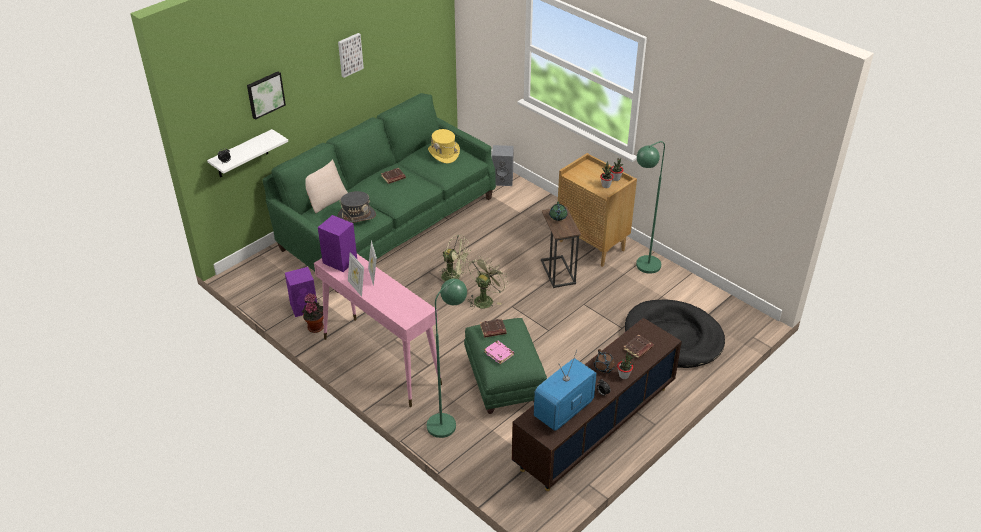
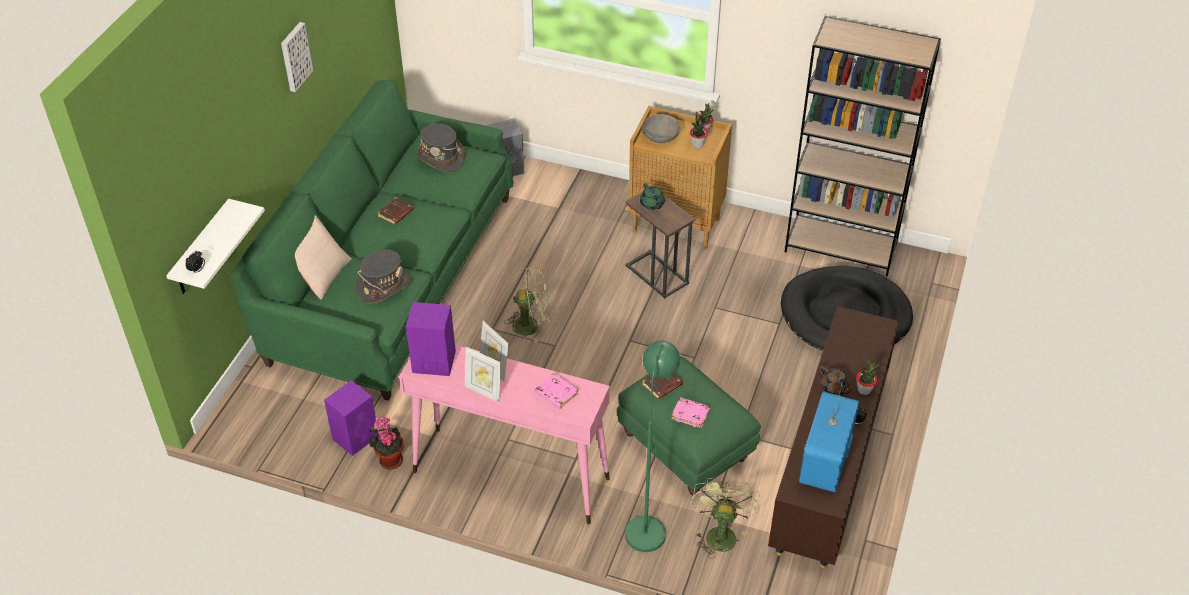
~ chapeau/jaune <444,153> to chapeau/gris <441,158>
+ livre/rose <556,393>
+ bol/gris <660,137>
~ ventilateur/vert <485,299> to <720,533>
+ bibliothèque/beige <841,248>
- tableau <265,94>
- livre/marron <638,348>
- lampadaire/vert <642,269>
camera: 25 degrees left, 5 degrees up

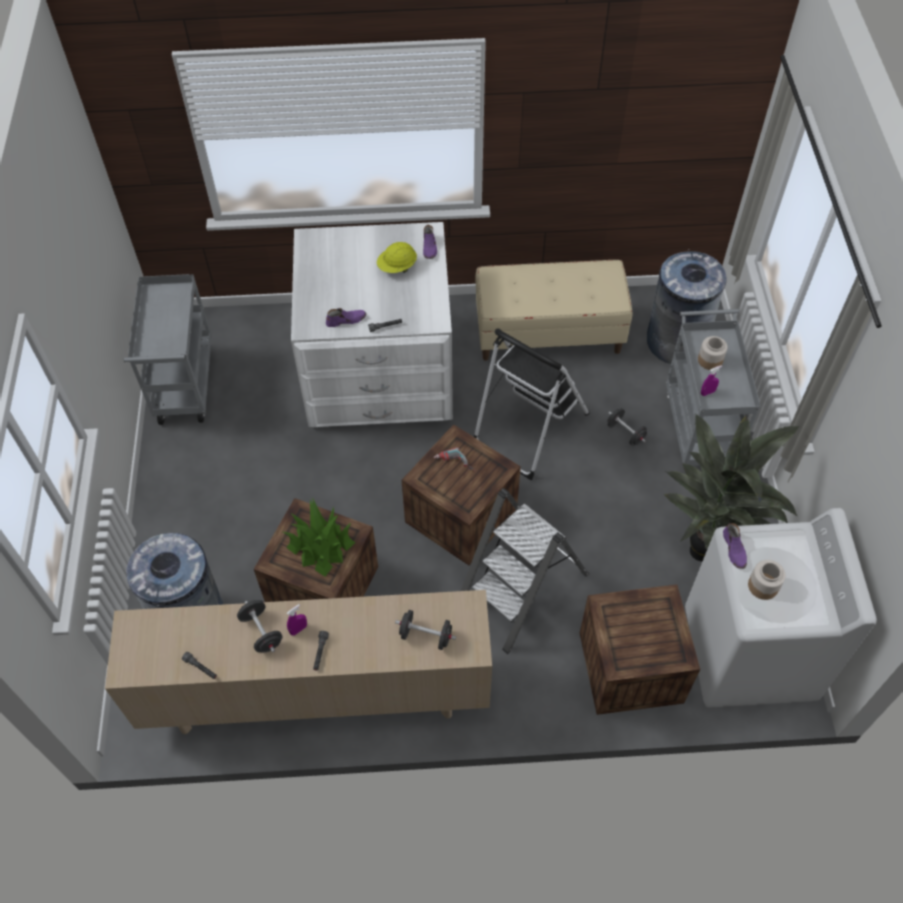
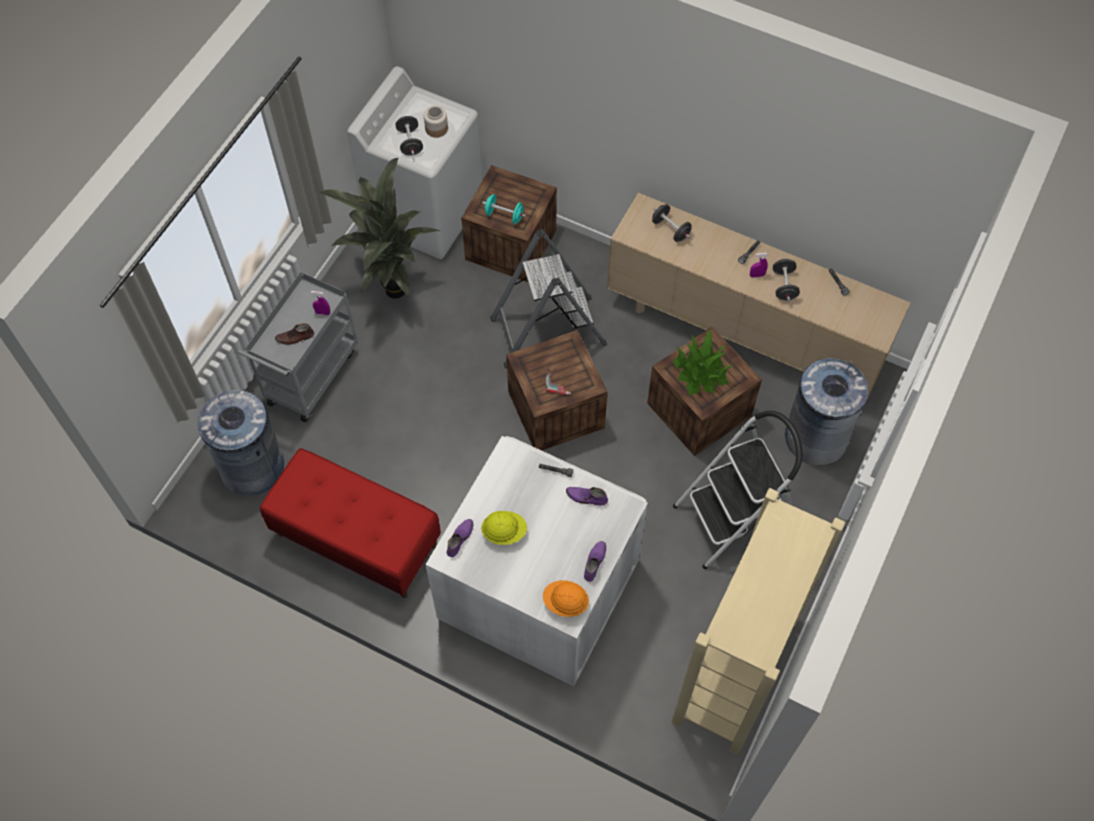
~ banc/beige <548,333> to banc/rouge <356,540>
~ bocal <709,360> to chaussure/marron <295,337>
~ haltère/noir <625,433> to <410,143>
+ haltère/turquoise <504,215>
+ casque de chantier/orange <565,603>
~ chaussure/violet <734,549> to <594,562>
~ chariot/gris <185,388> to bibliothèque/beige <736,670>
~ escabeau <528,430> to <738,519>
camera: 150 degrees left, 5 degrees up

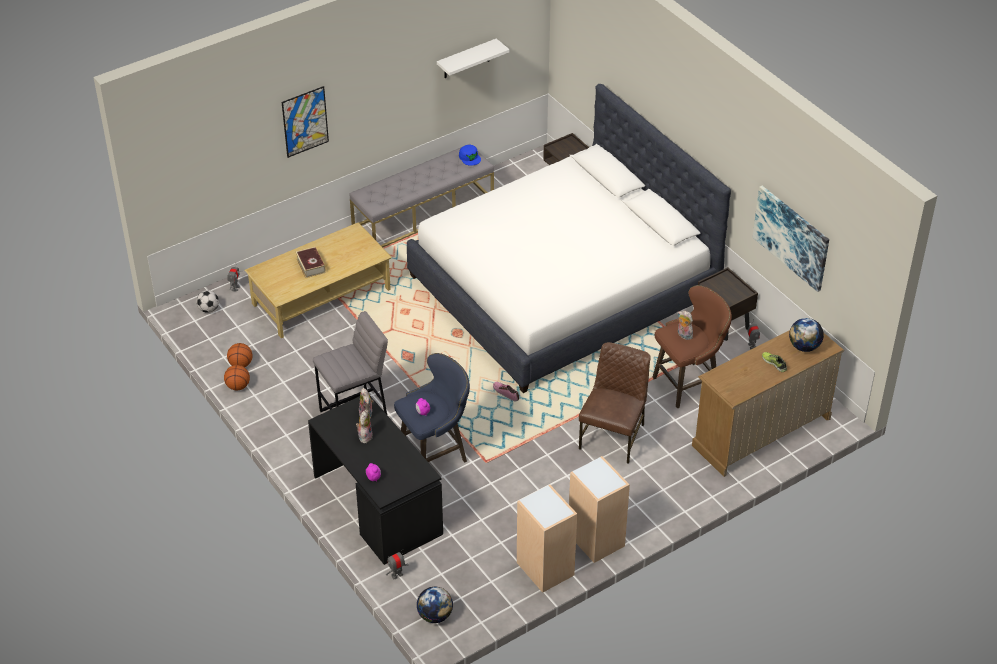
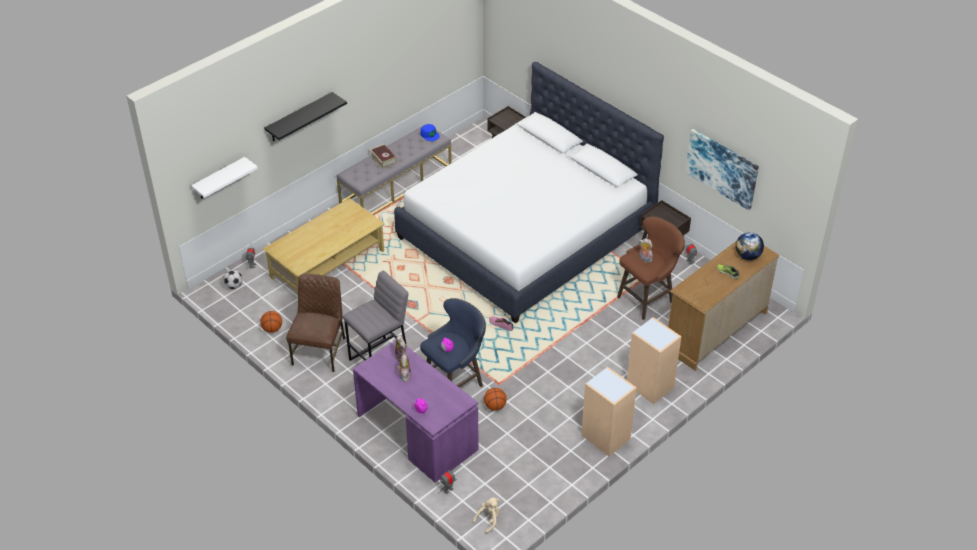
~ étagère/blanc <466,59> to <219,179>
~ tableau <305,121> to étagère/noir <299,117>
~ chaise/marron <613,436> to <320,351>
~ bureau/noir <376,505> to bureau/violet <416,433>
~ livre <311,265> to <383,159>
~ globe <435,616> to peluche/beige <488,520>
~ ballon de basket <238,386> to <495,406>
~ bibliothèque <545,569> to <650,386>
camera: 10 degrees left, 0 degrees up

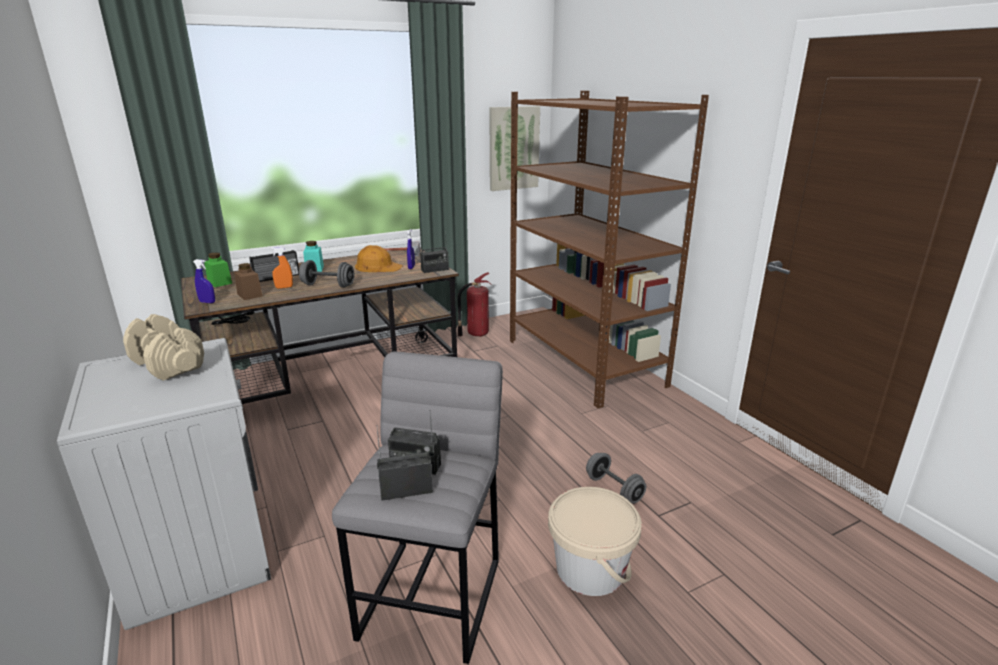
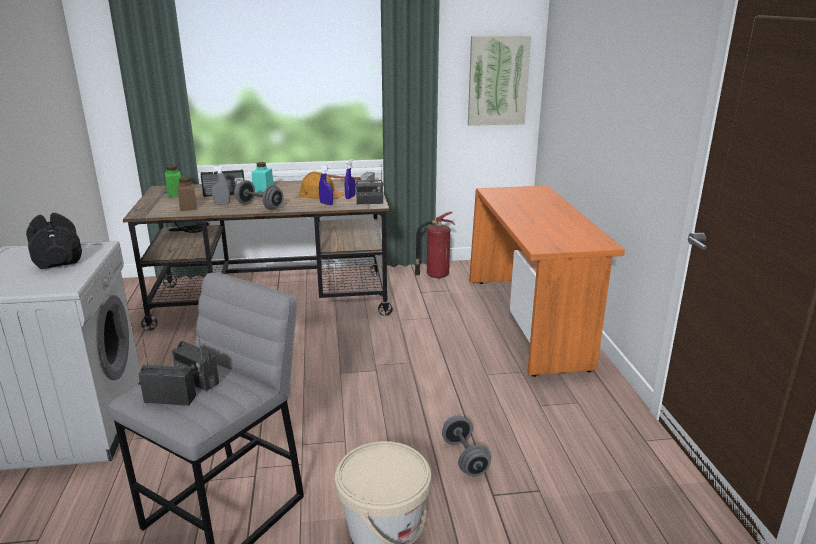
~ haltère/beige <168,364> to haltère/noir <57,257>
~ vaporisateur/orange <284,287> to vaporisateur/gris <222,203>
~ vaporisateur/bleu <207,302> to <326,204>
~ bibliothèque/marron <583,362> to bureau/orange <528,322>
camera: 20 degrees right, 0 degrees up

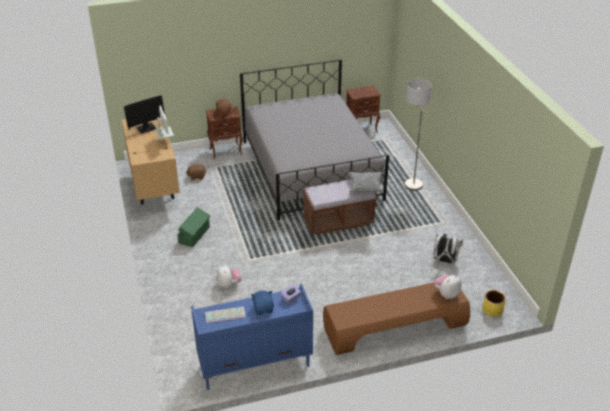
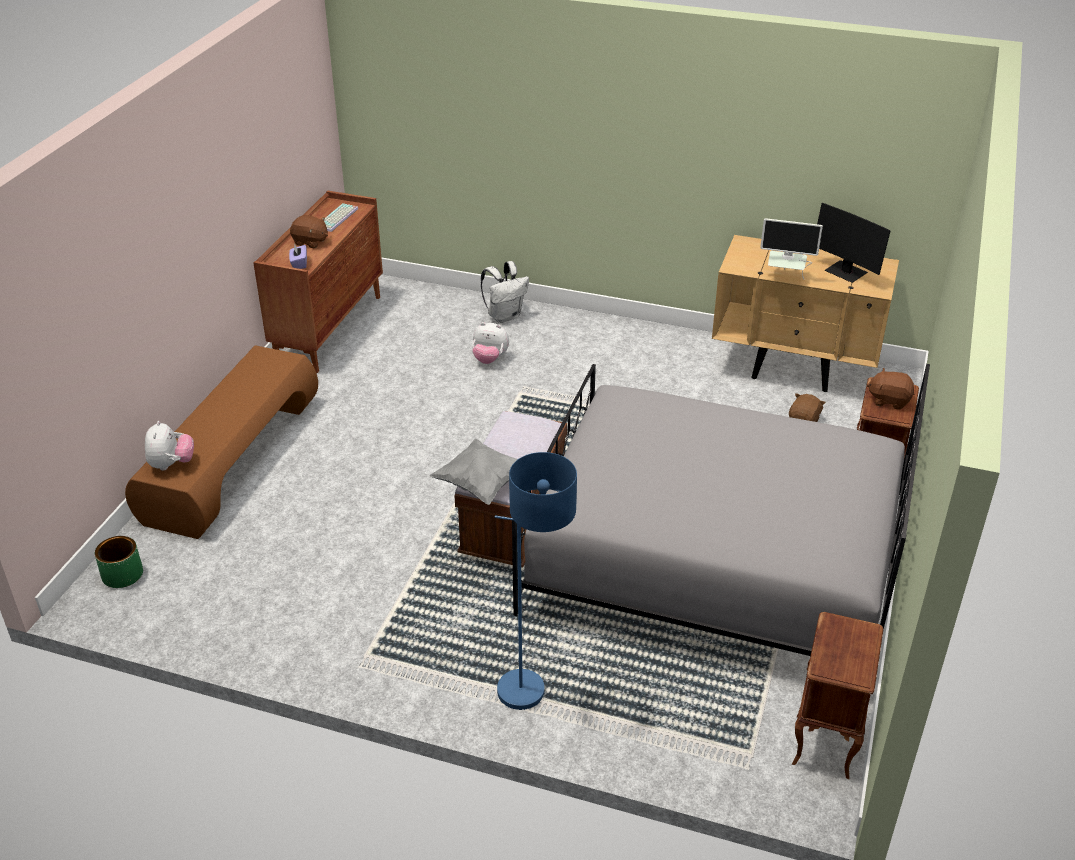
~ cache-pot/jaune <492,310> to cache-pot/vert <122,575>
~ meuble de rangement/bleu <254,365> to meuble de rangement/marron <330,329>
~ peluche/bleu <263,308> to peluche/marron <310,242>
~ sac à dos/blanc <445,260> to <505,316>
~ lampadaire/gris <411,182> to lampadaire/bleu <535,693>
~ écran d'ordinateur <146,128> = <845,272> 45 degrees counterclockwise
- boîte de rangement/vert <195,235>
camera: 125 degrees right, 0 degrees up

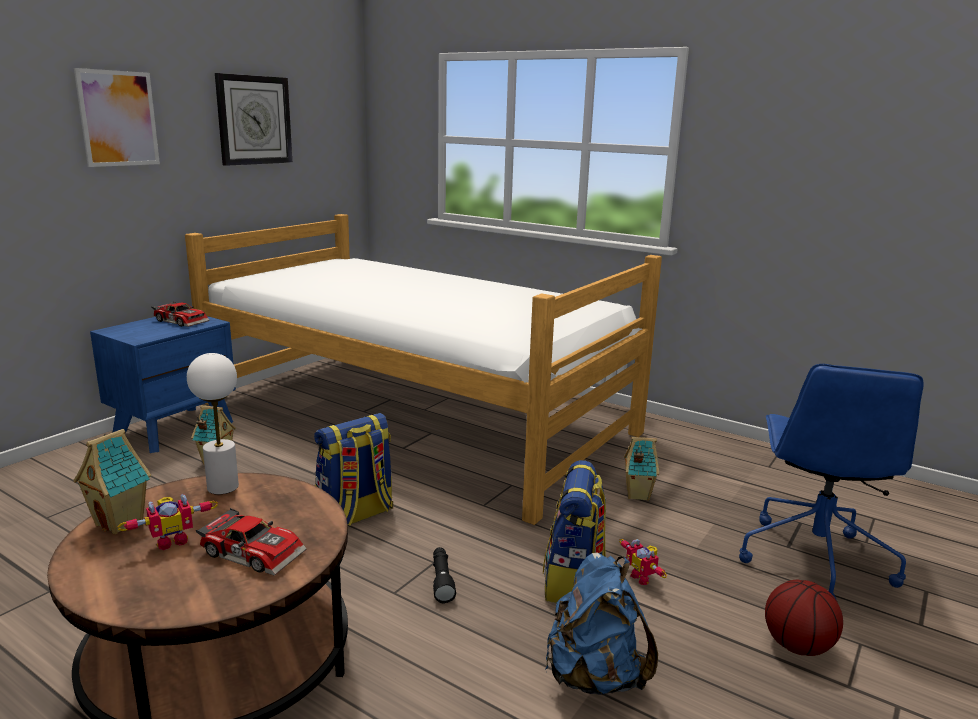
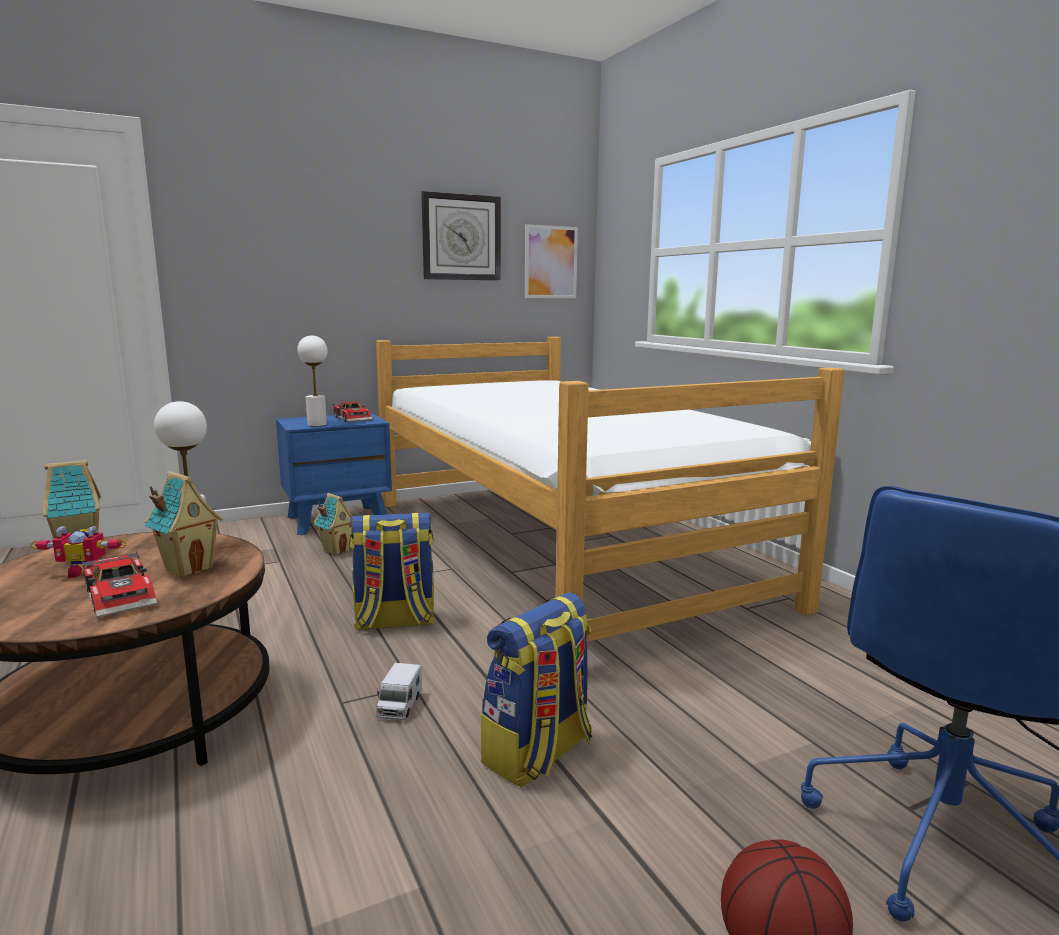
~ maison miniature <637,494> to <189,568>
+ lampe de table/blanc <317,424>
~ lampe de poche/noir <442,580> to camion jouet <399,705>
~ tableau <118,118> to <550,262>
- sac à dos/bleu <594,676>
- robot jouet <643,577>
camera: 30 degrees right, 5 degrees down

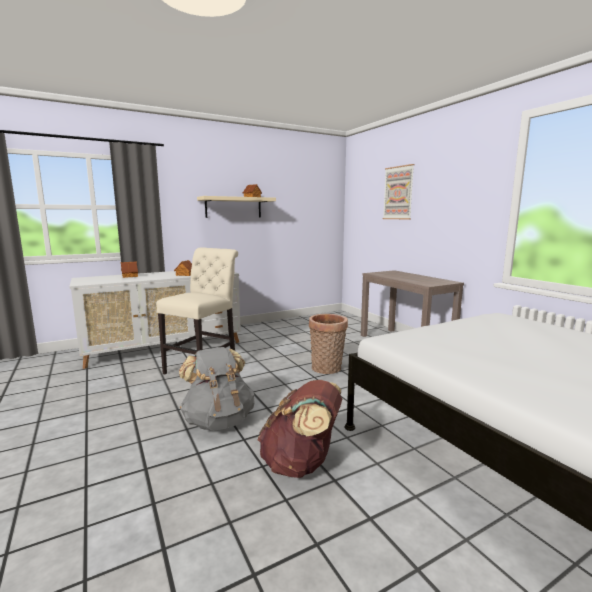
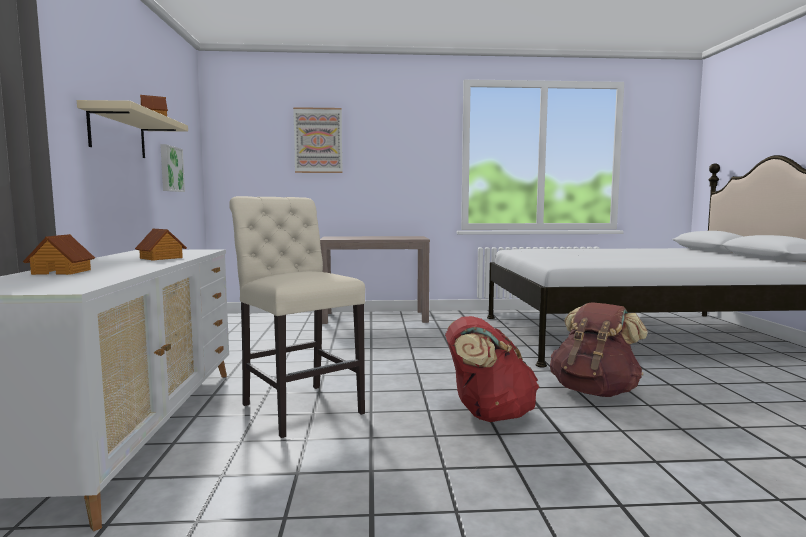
+ tableau <170,169>
~ sac à dos/gris <219,420> to sac à dos/rouge <488,414>
- panier <327,369>
camera: 65 degrees left, 5 degrees down

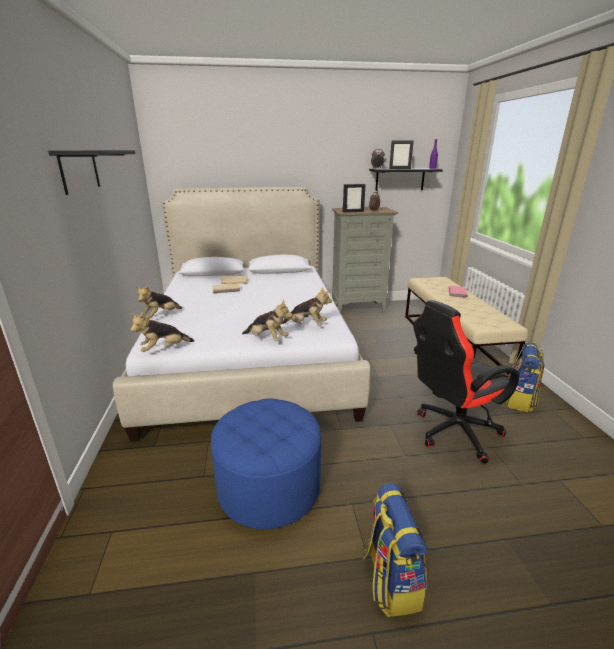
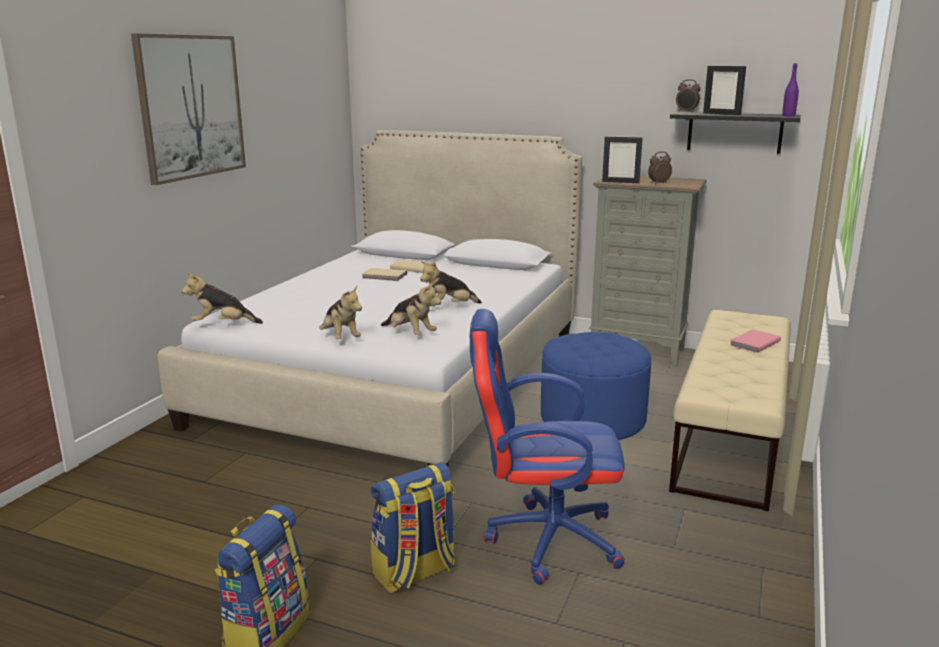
~ étagère/noir <79,170> to tableau <191,107>
~ sac à dos <519,400> to <414,572>
~ peluche <161,316> to <449,308>
~ chaise de bureau/noir <451,434> to chaise de bureau/bleu <542,540>
~ pouf/bleu <269,487> to <592,419>
camera: 30 degrees right, 5 degrees down

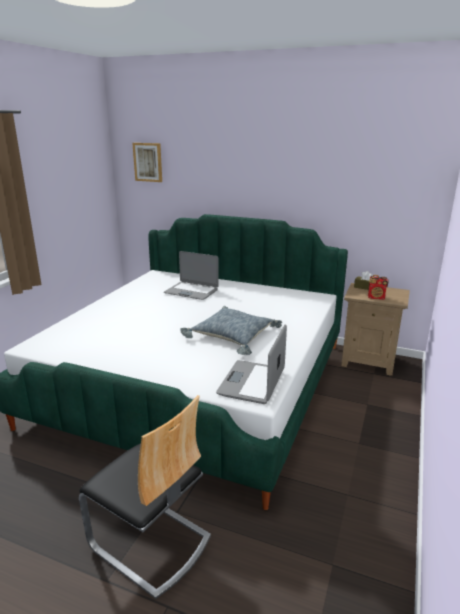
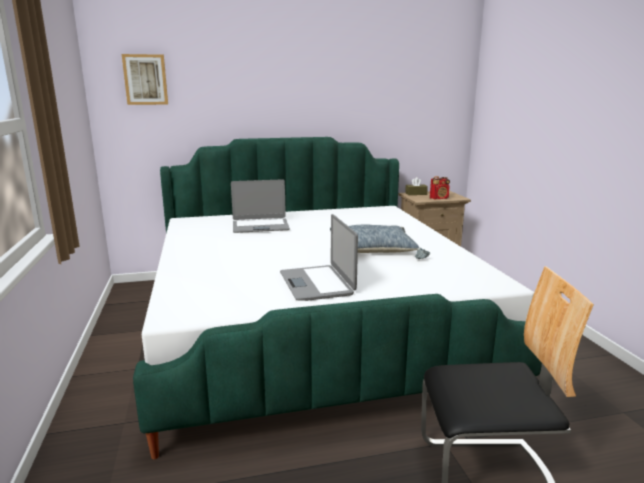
~ ordinateur portable <252,382> to <317,283>
camera: 35 degrees left, 5 degrees down

